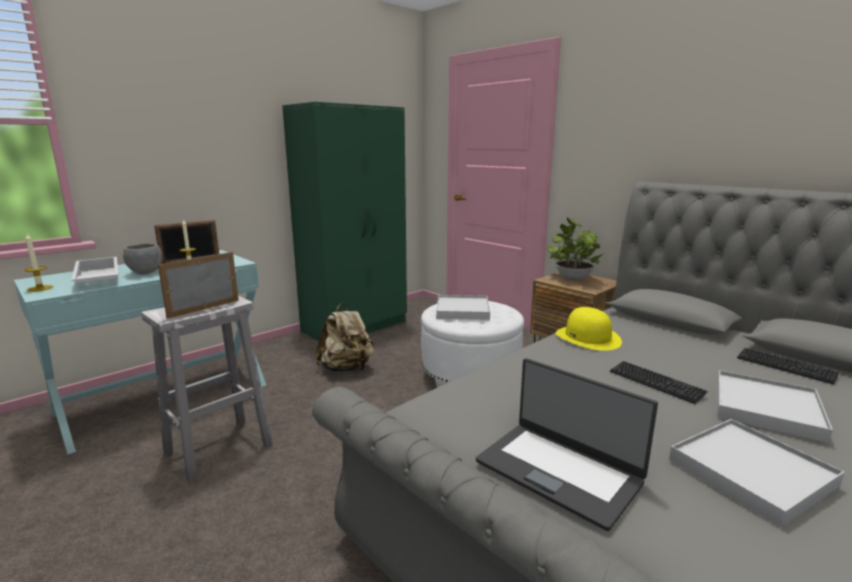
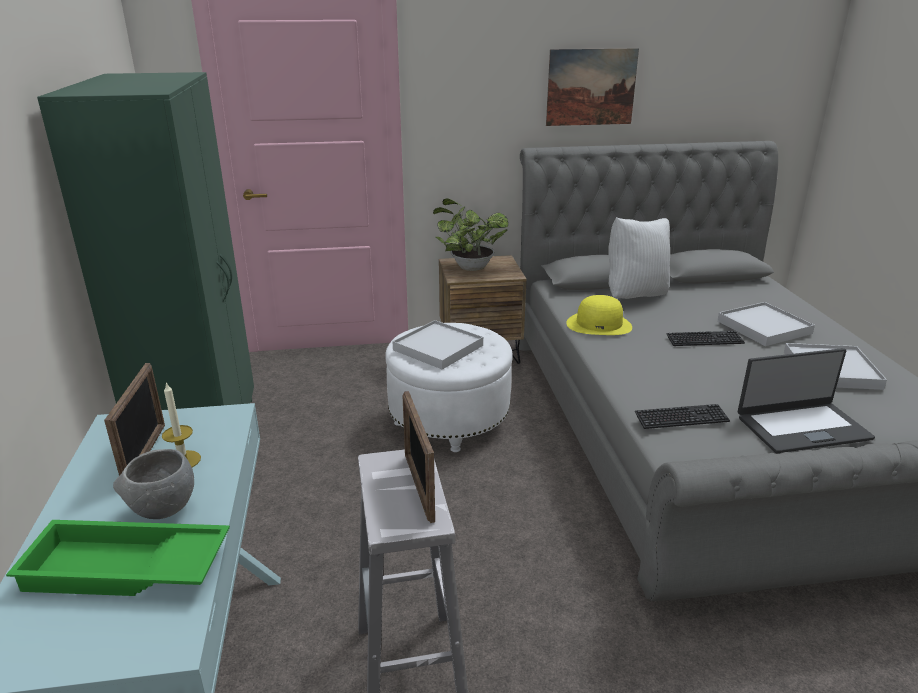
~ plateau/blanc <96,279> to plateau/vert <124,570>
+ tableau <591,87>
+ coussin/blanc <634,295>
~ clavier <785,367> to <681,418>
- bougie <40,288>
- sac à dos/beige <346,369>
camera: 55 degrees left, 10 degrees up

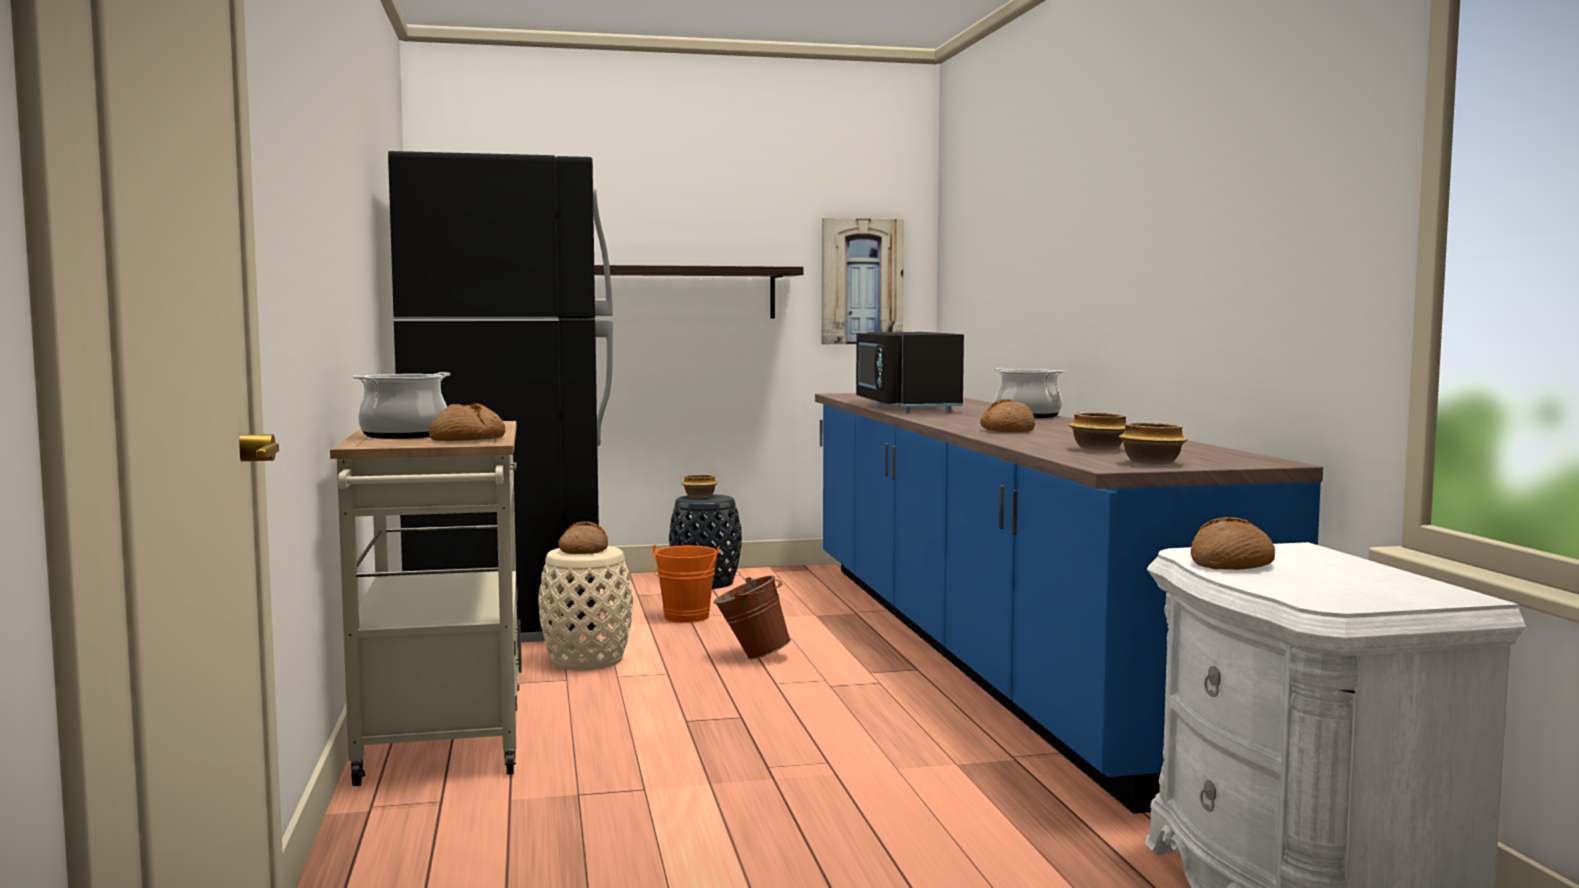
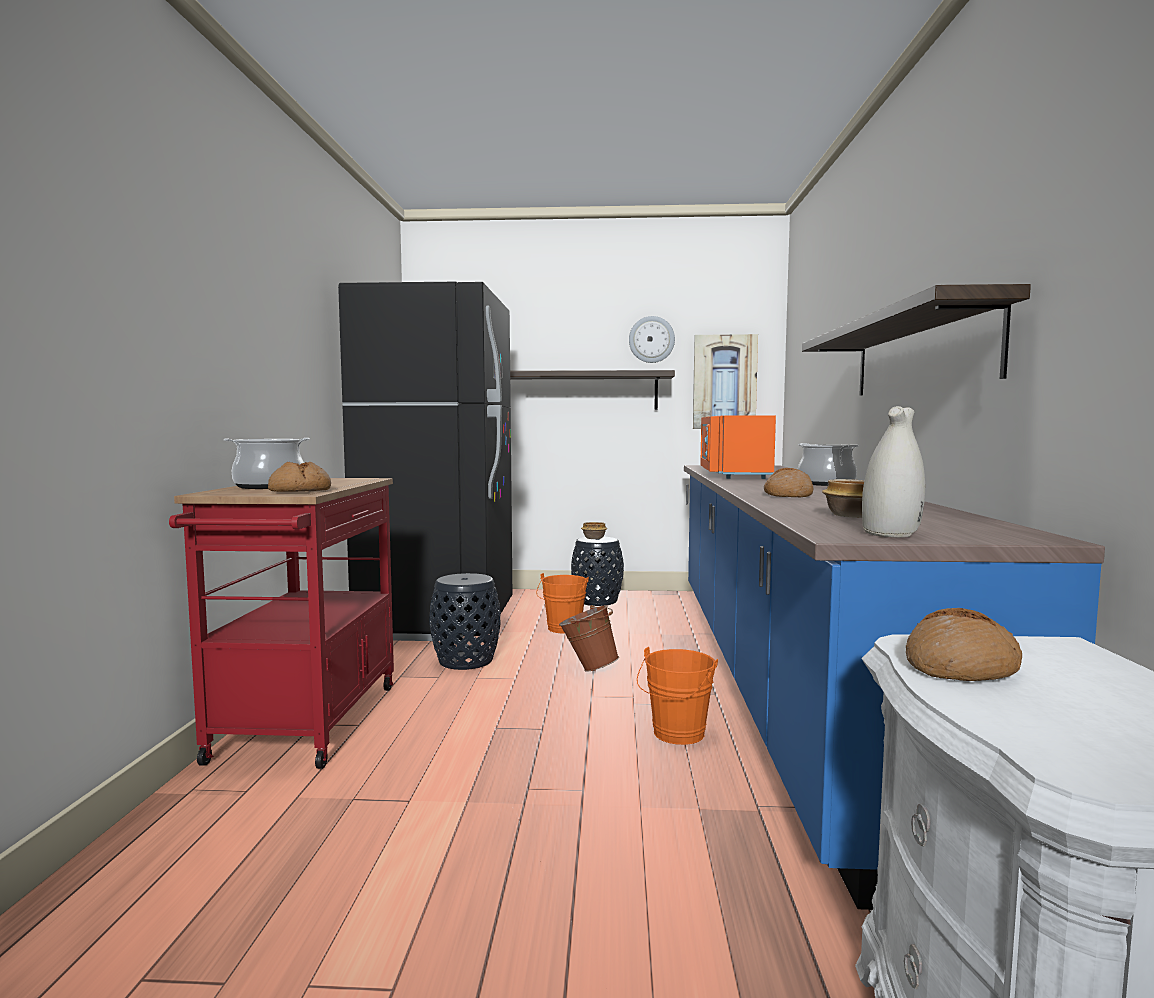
~ chariot/beige <442,739> to chariot/rouge <304,725>
~ tabouret/beige <587,660> to tabouret/noir <466,661>
+ horloge murale <651,339>
+ seau/orange <676,735>
~ micro-ondes/noir <904,407> to micro-ondes/orange <732,475>
+ étagère <919,355>
~ bol <1150,463> to vase/blanc <891,533>
- pain <583,550>
camera: 15 degrees right, 0 degrees up

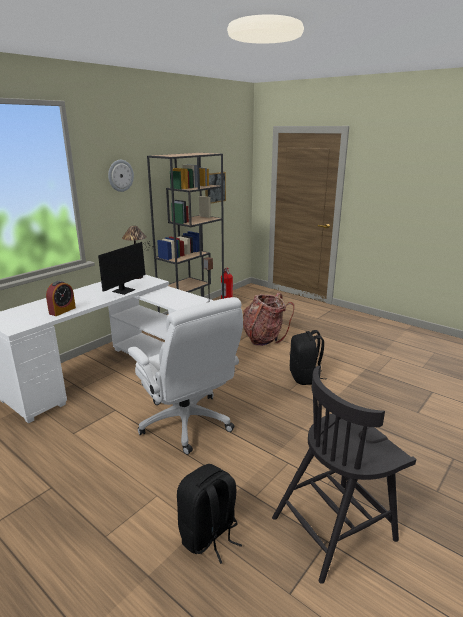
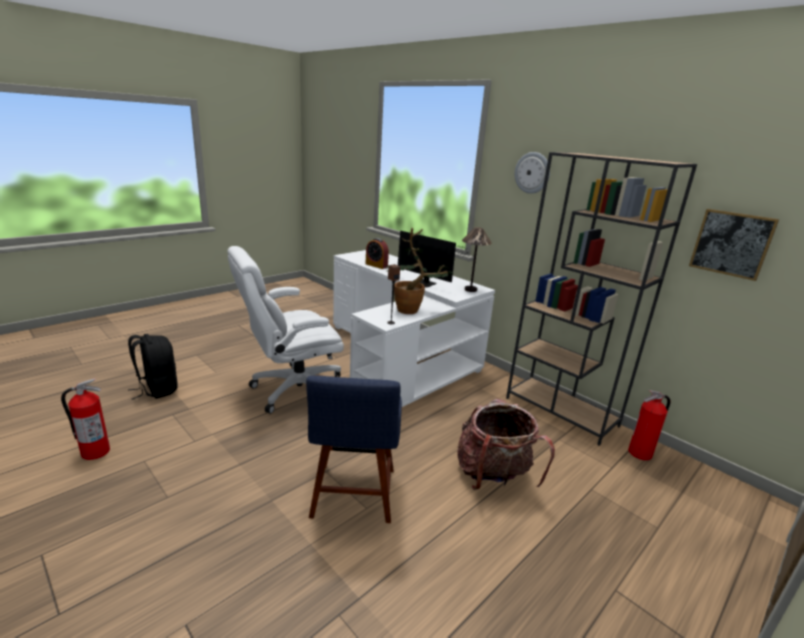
~ chaise/noir <335,527> to extincteur <95,452>
~ sac à dos/noir <305,377> to chaise/bleu <353,496>
+ plante en pot <413,311>
camera: 95 degrees right, 0 degrees up

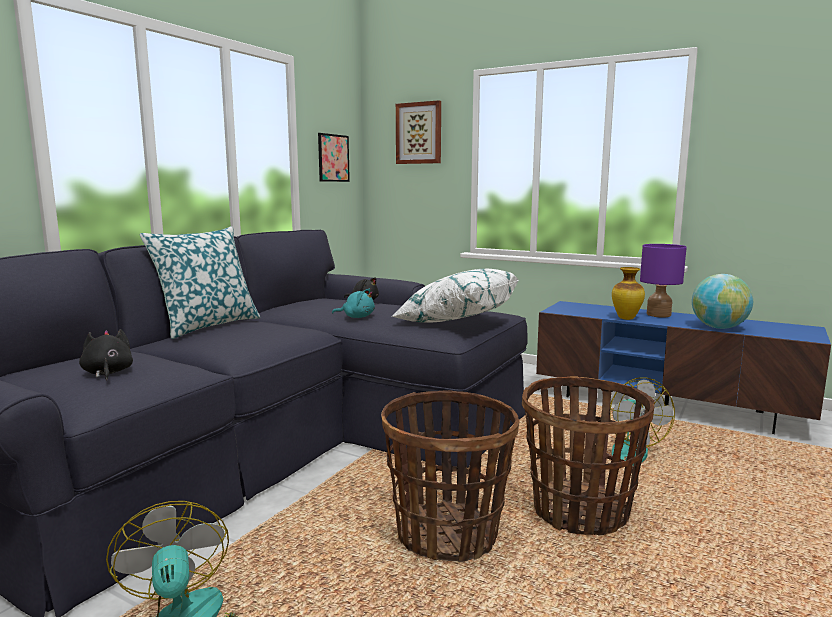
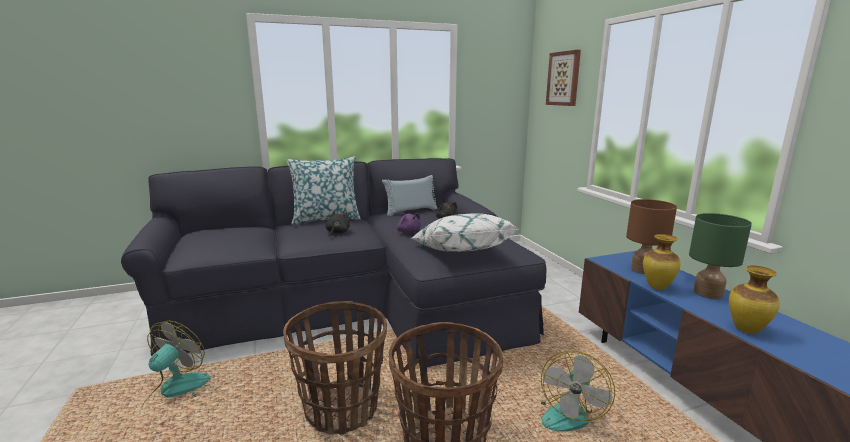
~ peluche/noir <107,373> to <337,233>
+ coussin/bleu <410,211>
~ peluche/turquoise <356,317> to peluche/violet <408,232>
+ lampe de table/marron <642,270>
~ lampe de table/violet <658,315> to lampe de table/vert <707,293>
~ globe <718,327> to vase <747,330>
- tableau <333,158>
camera: 40 degrees right, 5 degrees up

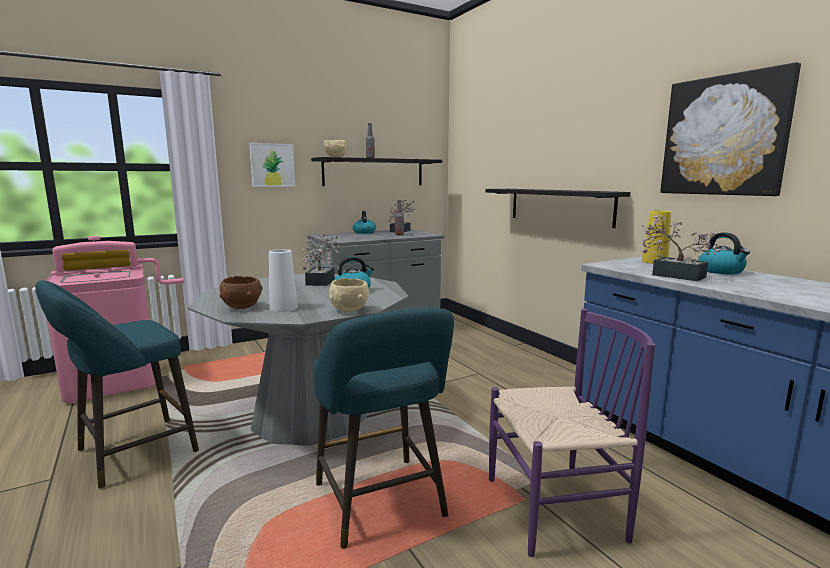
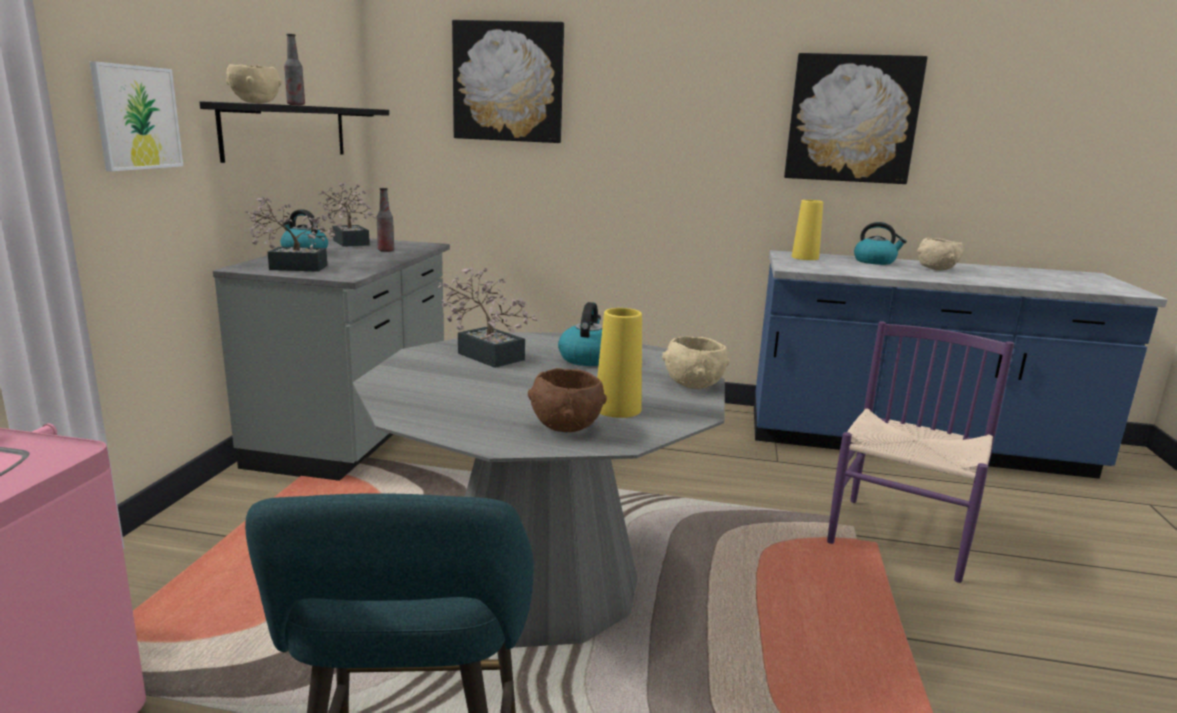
~ plante en pot <672,275> to <292,267>
+ tableau <508,82>
~ vase/blanc <283,308> to vase/jaune <617,409>
+ bol/beige <936,269>
- tabouret/turquoise <381,505>
- étagère/noir <559,206>
camera: 50 degrees left, 5 degrees up

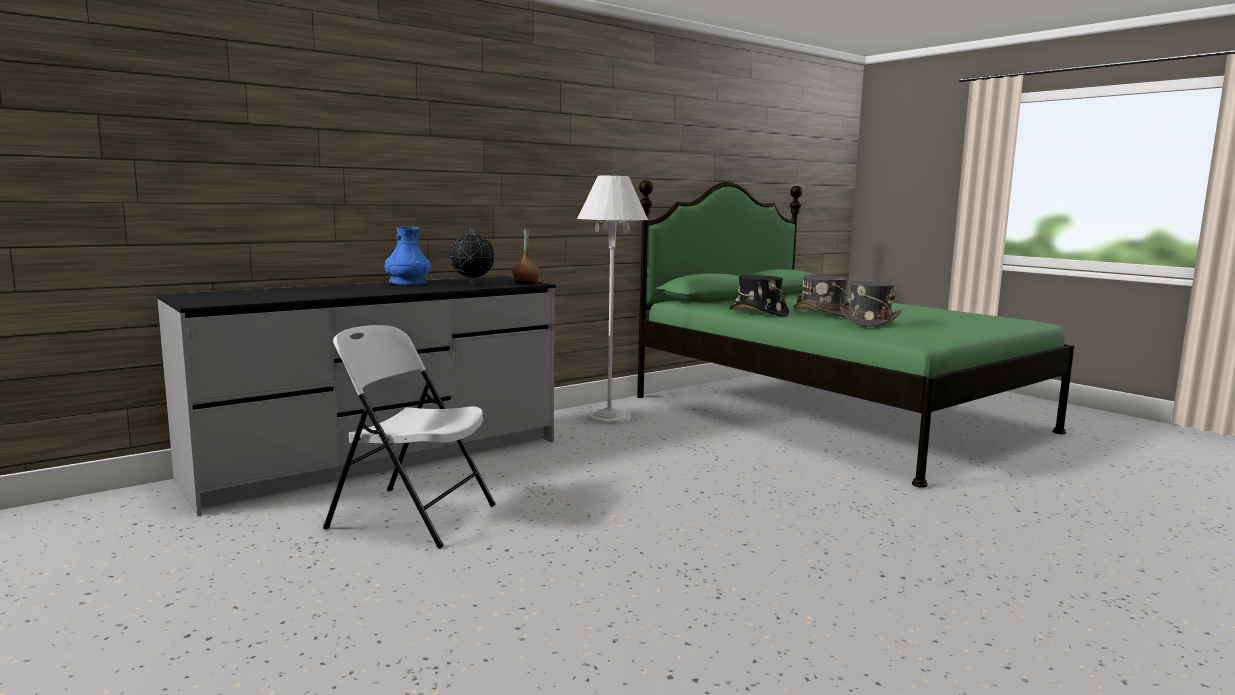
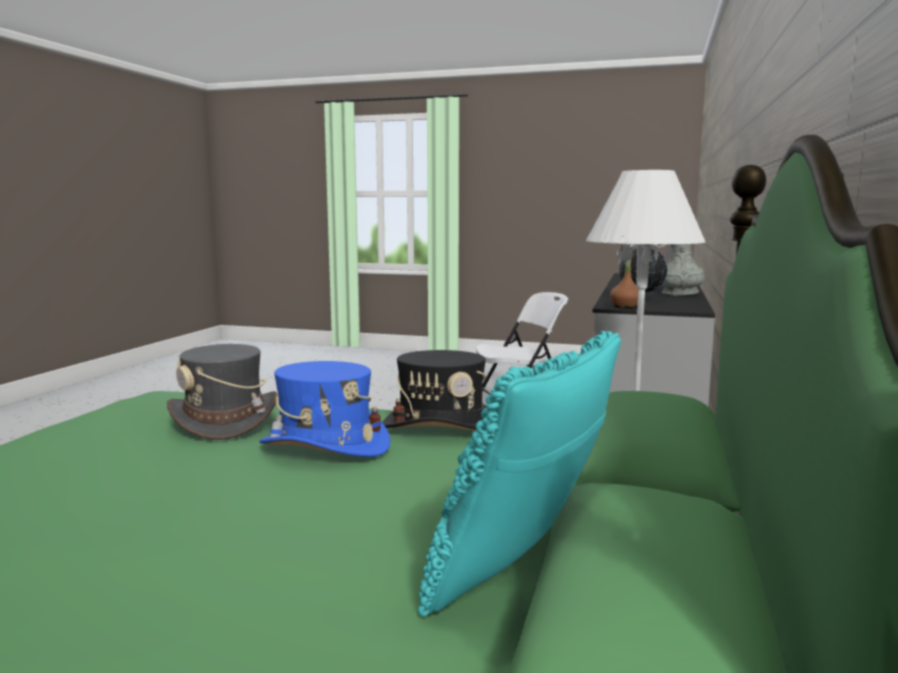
~ chapeau/gris <822,313> to chapeau/bleu <325,445>
+ coussin/turquoise <520,572>
~ vase/bleu <407,283> to vase/gris <680,294>
camera: 145 degrees right, 0 degrees up

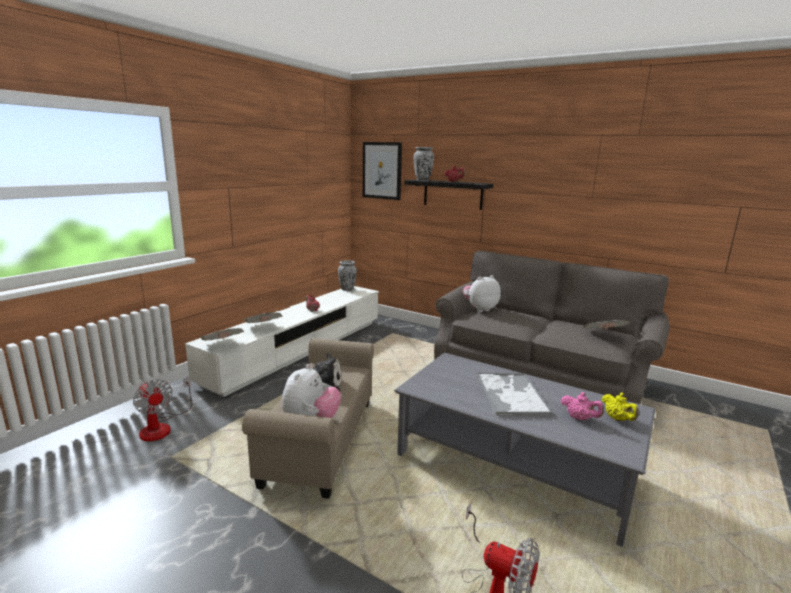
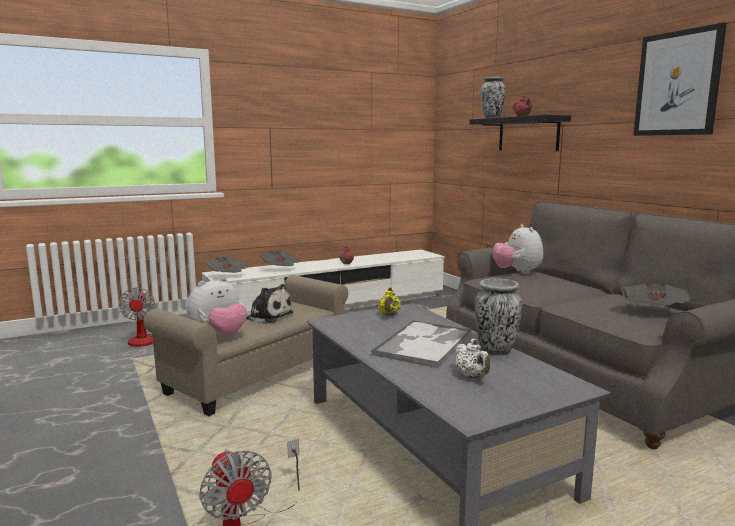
~ théière/jaune <617,419> to <389,315>
~ théière/rose <579,418> to théière/blanc <472,377>
~ vase <347,289> to <495,351>
~ peluche <480,309> = <517,272> 105 degrees counterclockwise
~ tableau <382,170> to <677,83>
camera: 30 degrees right, 5 degrees down

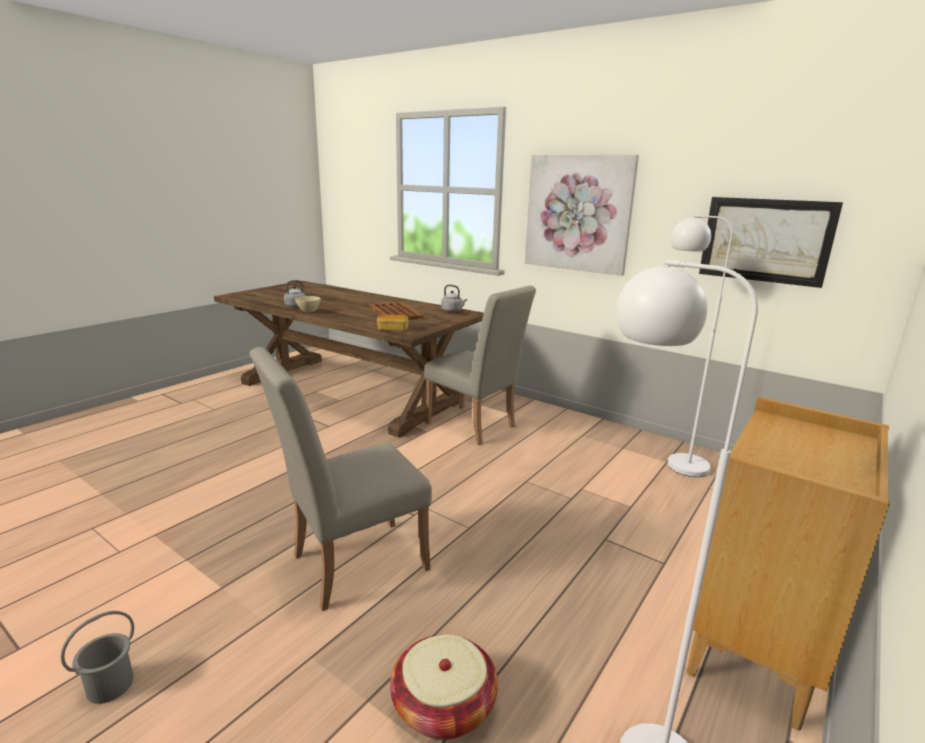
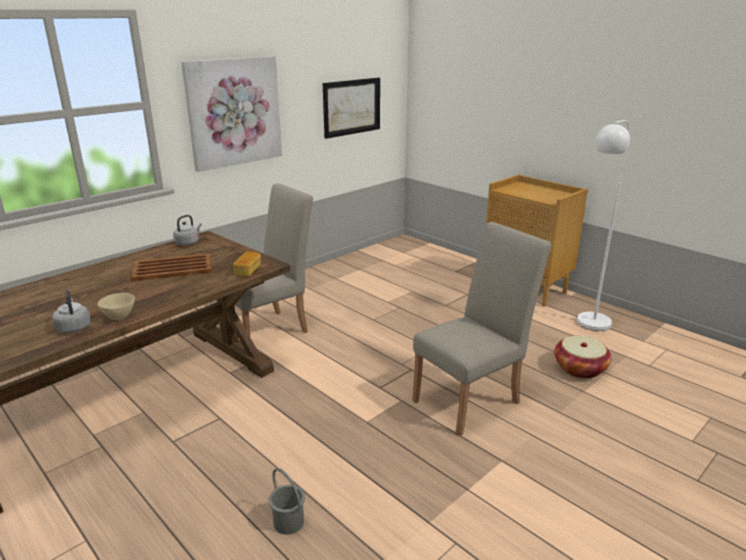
~ seau/gris <109,685> to <288,522>
~ chaise/beige <349,565> = <472,399> 105 degrees counterclockwise
- lampadaire/blanc <674,465>
camera: 80 degrees left, 5 degrees up

